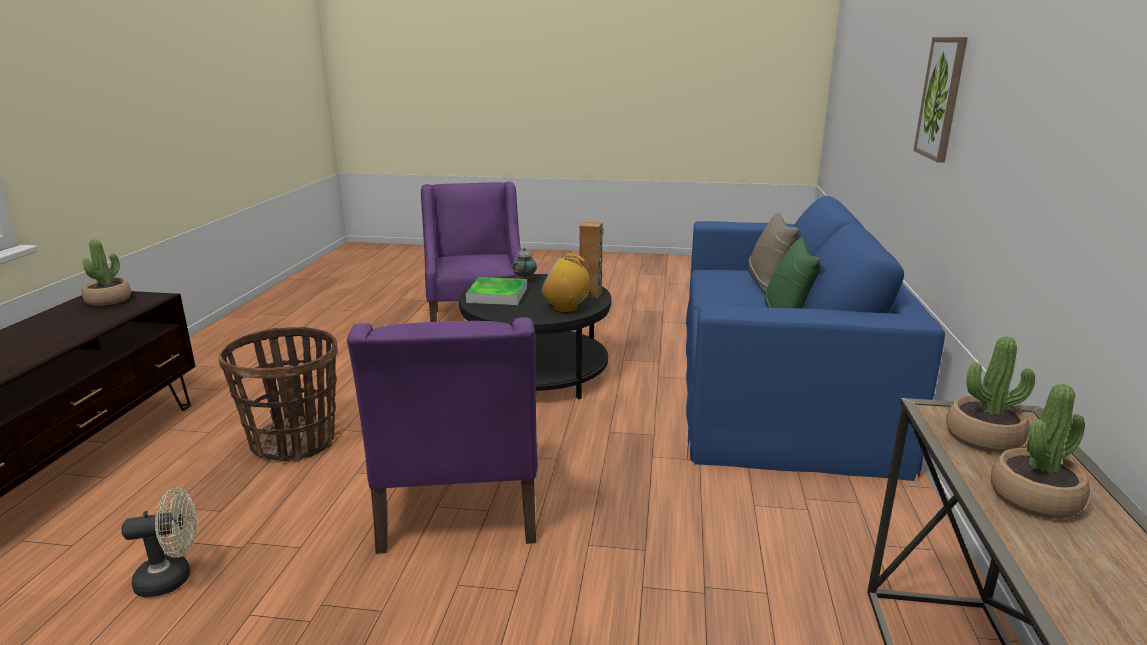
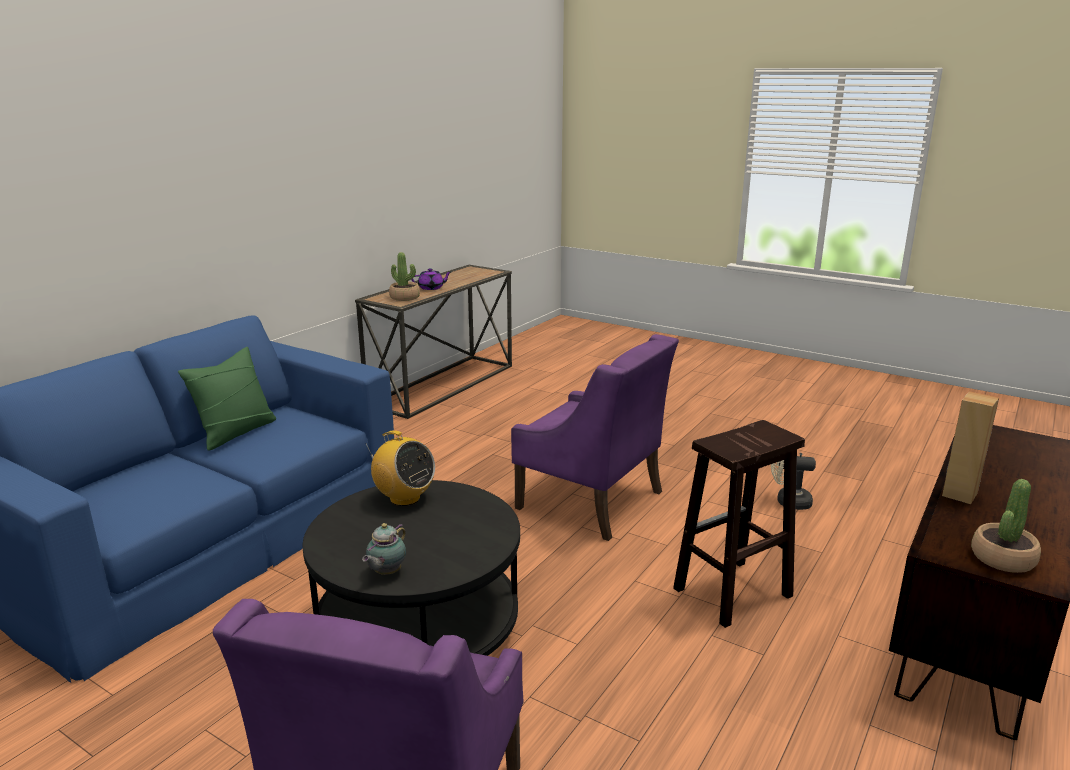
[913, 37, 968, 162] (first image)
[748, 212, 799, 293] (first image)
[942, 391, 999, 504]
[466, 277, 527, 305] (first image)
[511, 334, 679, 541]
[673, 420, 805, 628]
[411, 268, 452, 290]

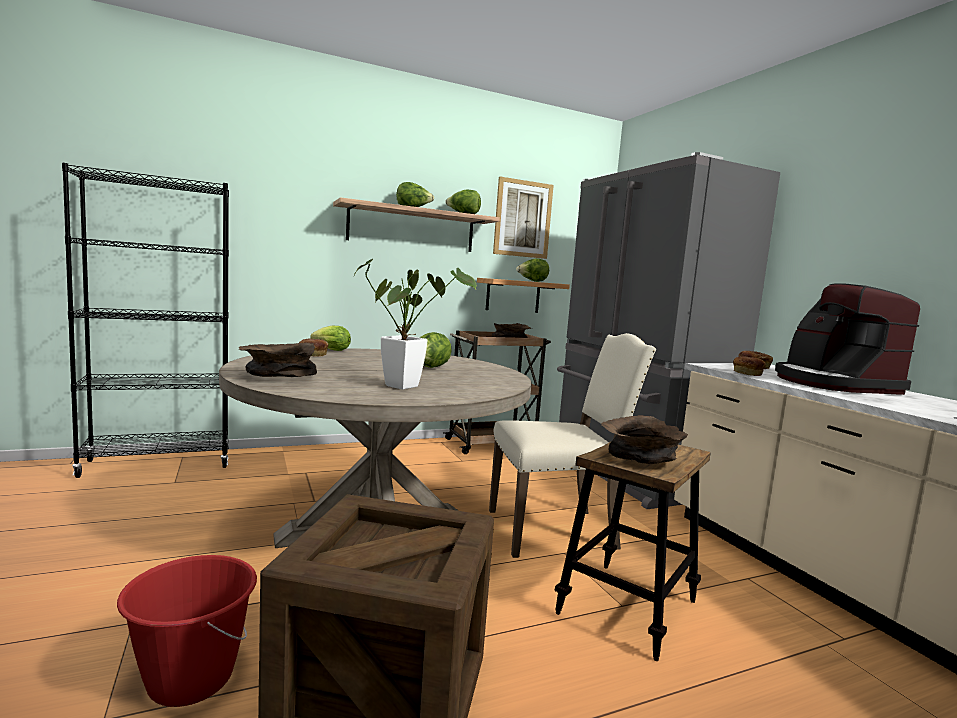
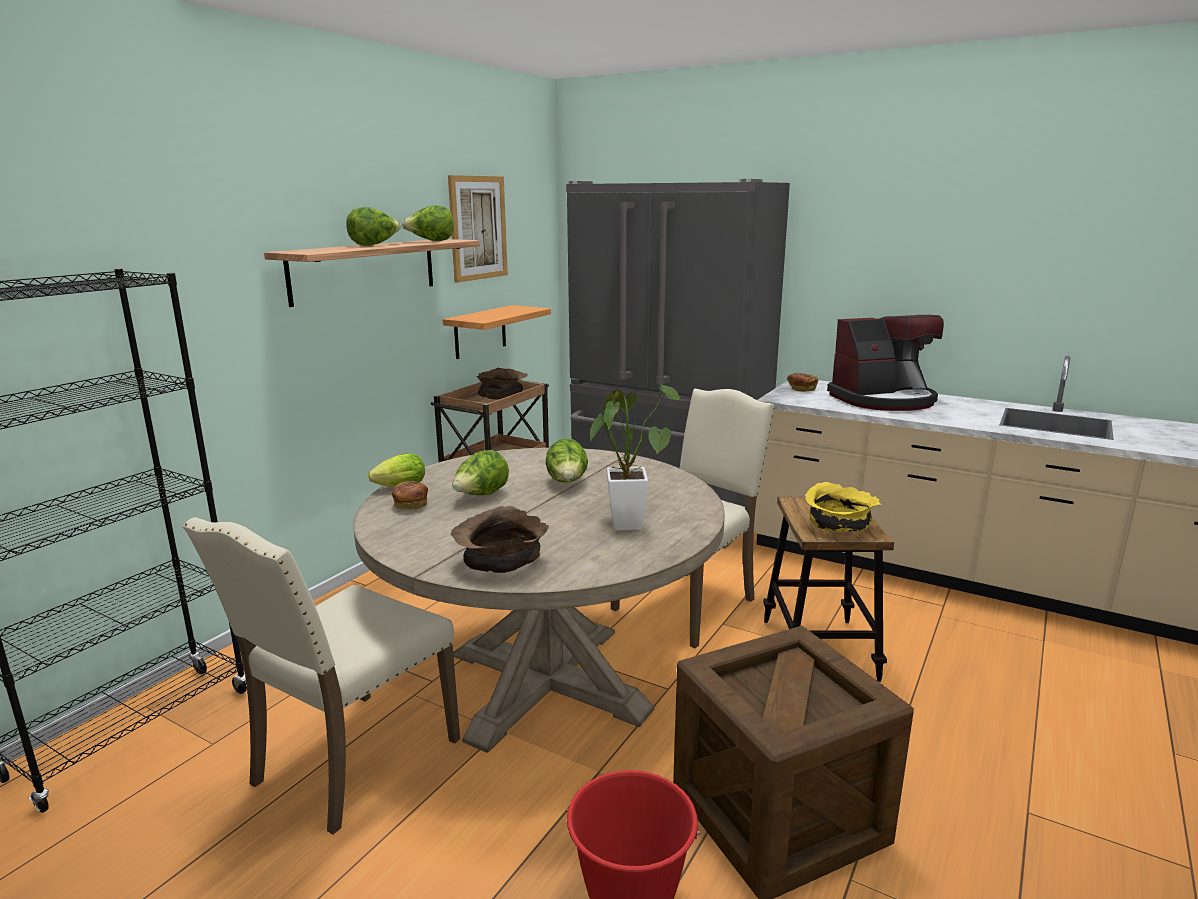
[452, 450, 509, 495]
[827, 315, 944, 411]
[733, 356, 766, 376] (first image)
[805, 482, 881, 532]
[183, 517, 460, 835]

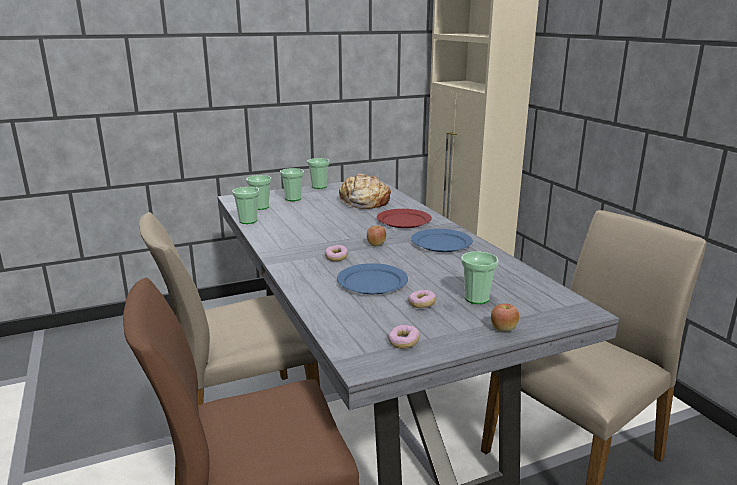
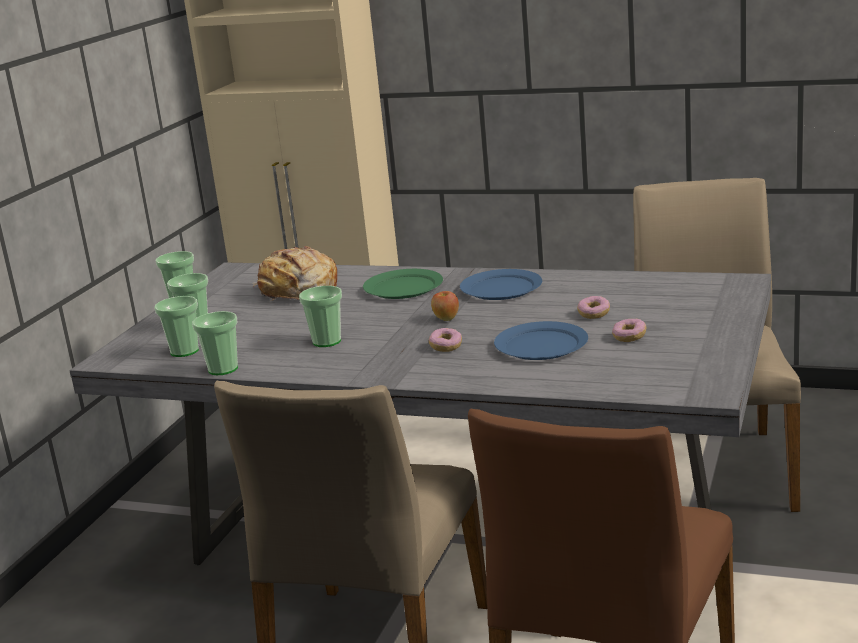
[363, 269, 443, 299]
[299, 286, 342, 347]
[491, 304, 519, 331] (first image)
[577, 296, 610, 319]

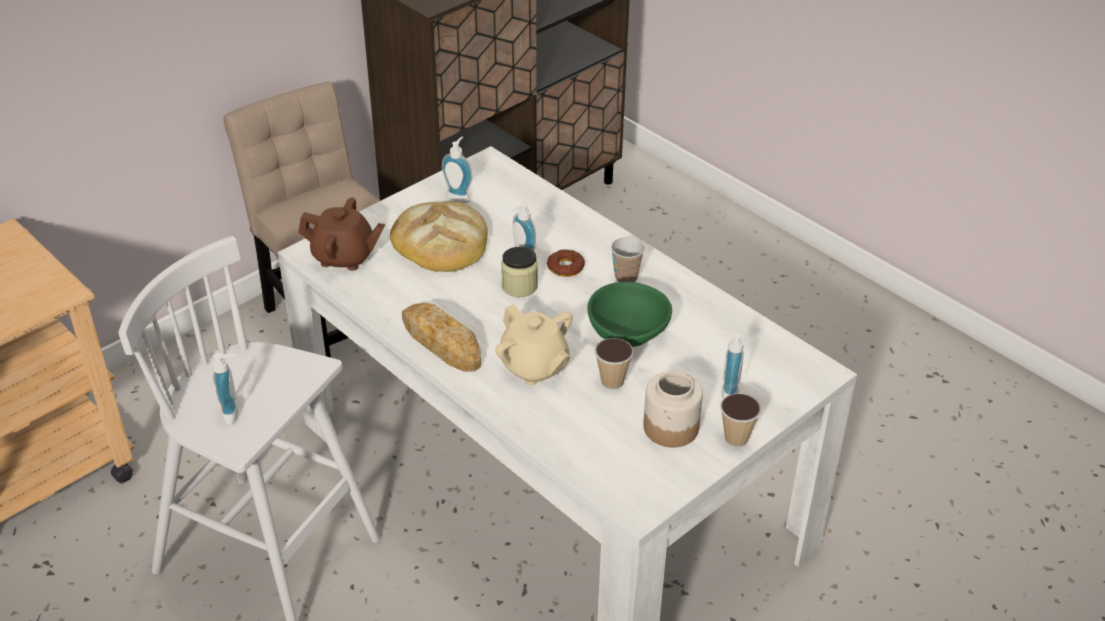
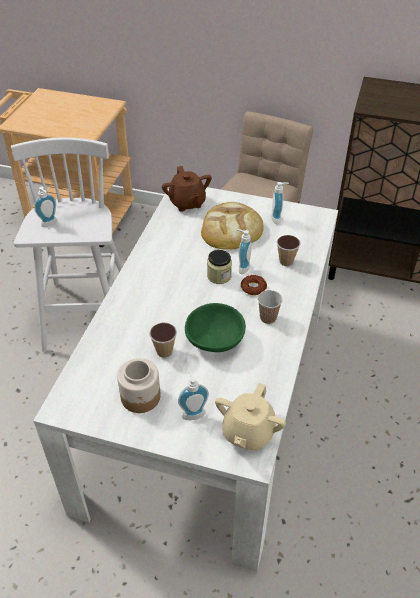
[402, 302, 481, 372] (first image)
[215, 383, 286, 450]
[277, 235, 301, 266]

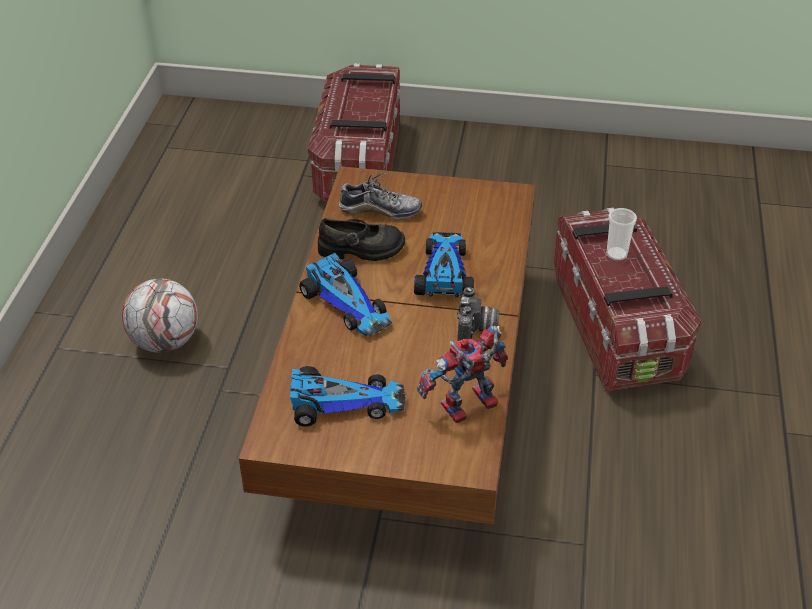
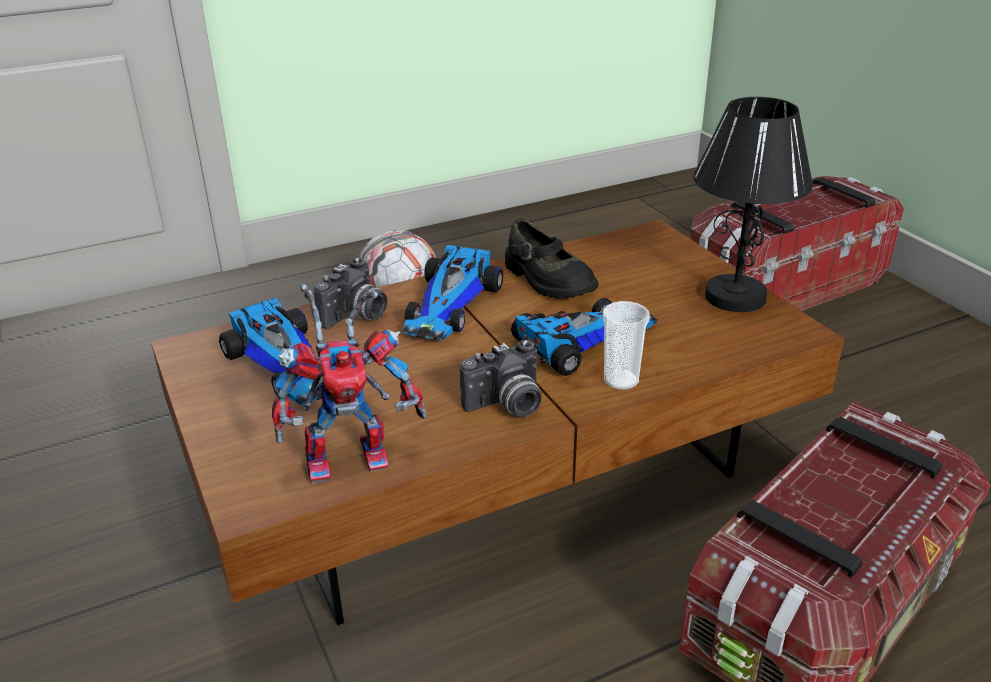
[339, 173, 422, 219] (first image)
[603, 301, 650, 390]
[272, 284, 427, 484]
[693, 97, 813, 312]
[314, 257, 388, 329]

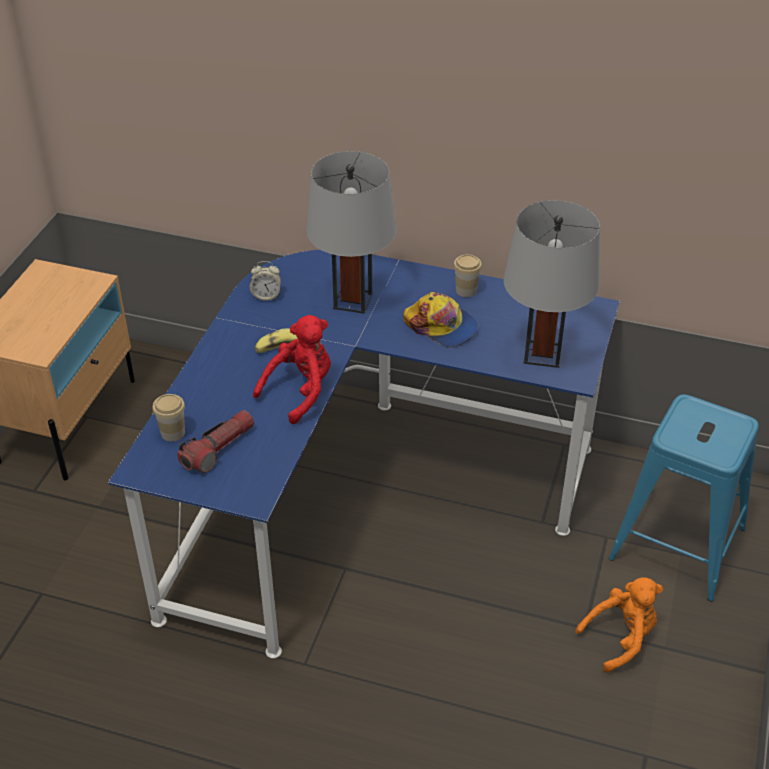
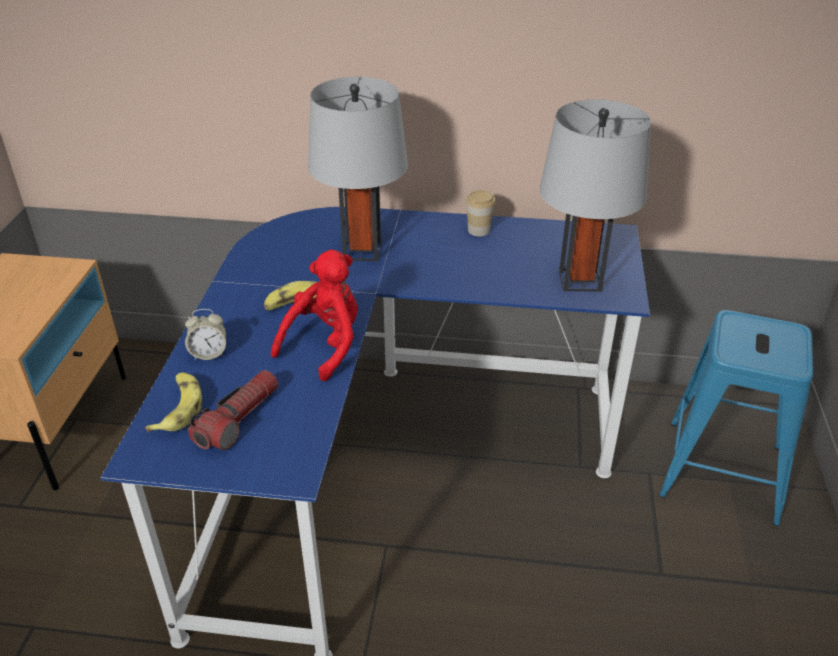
[185, 309, 226, 360]
[403, 292, 479, 348] (first image)
[145, 372, 203, 432]
[575, 577, 663, 673] (first image)

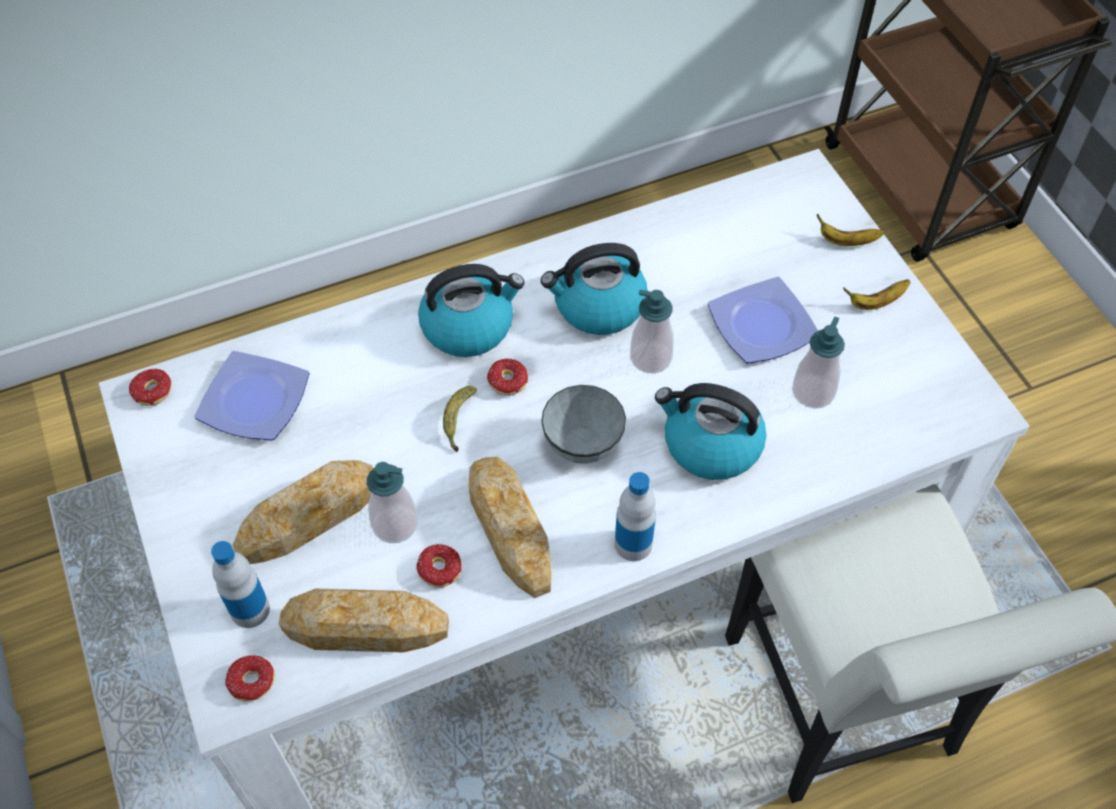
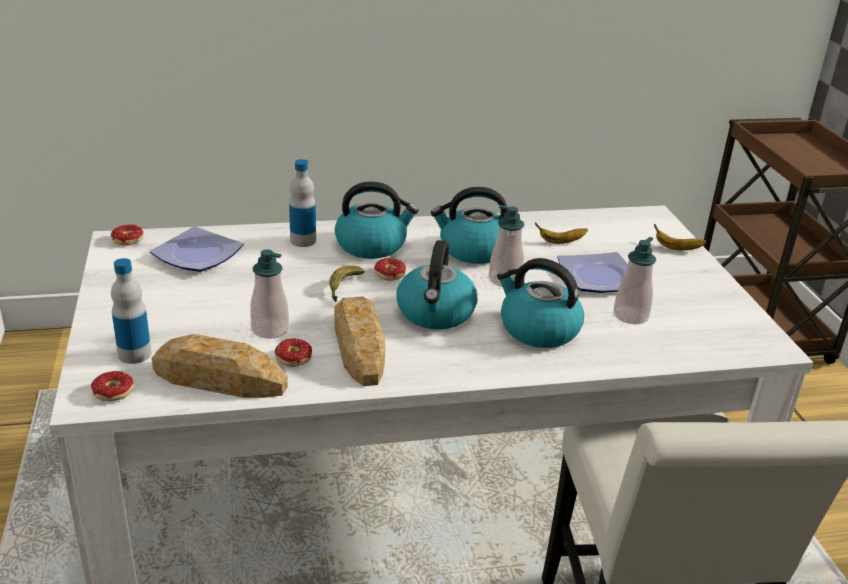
[535, 222, 588, 244]
[396, 240, 477, 329]
[232, 460, 374, 564] (first image)
[289, 159, 316, 247]

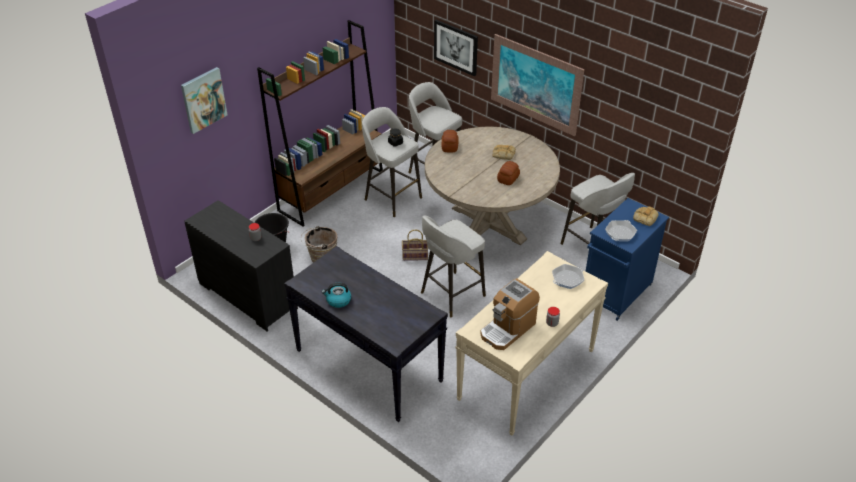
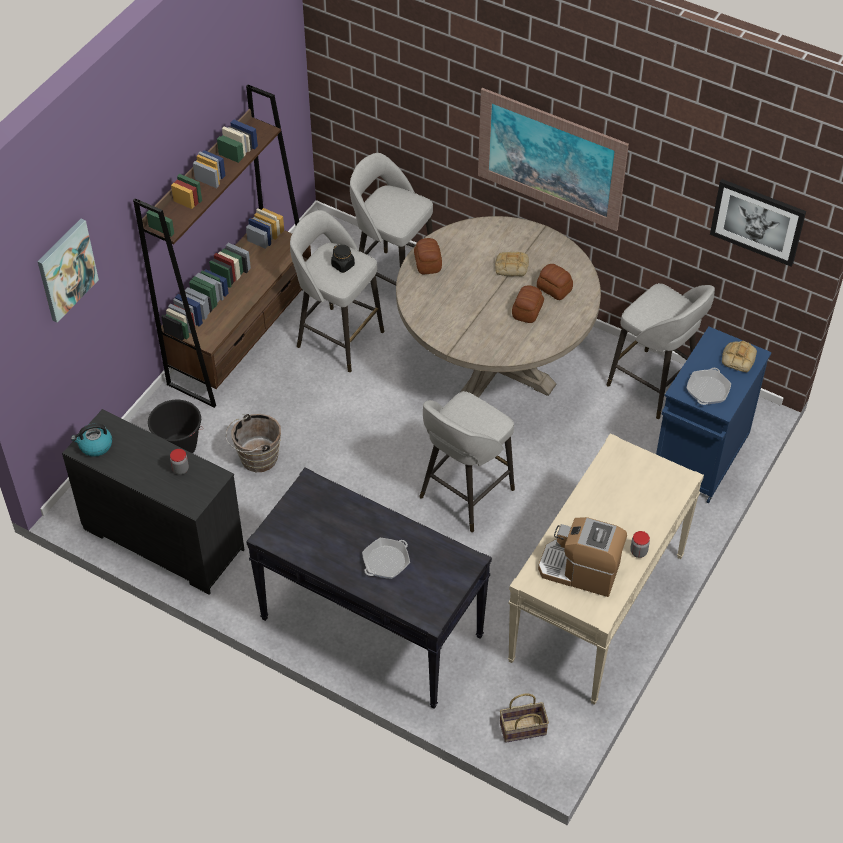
[710, 179, 806, 267]
[500, 694, 549, 743]
[362, 538, 410, 579]
[538, 517, 627, 597]
[71, 423, 112, 457]
[537, 264, 573, 300]

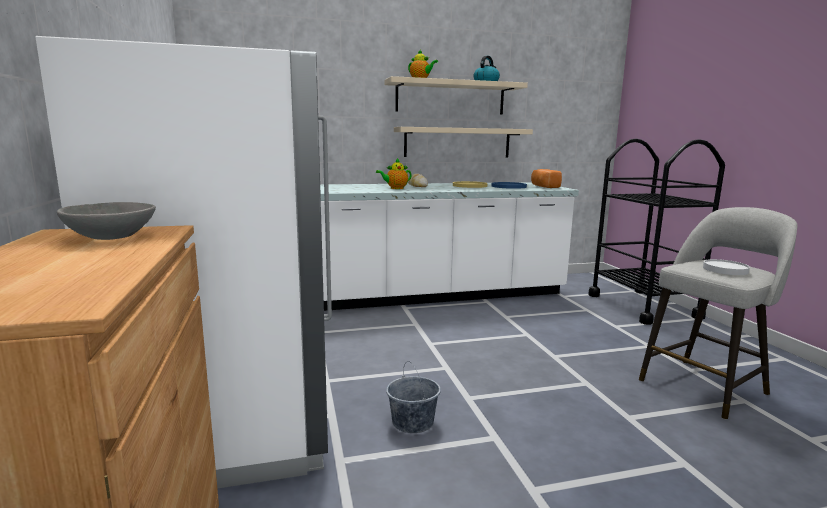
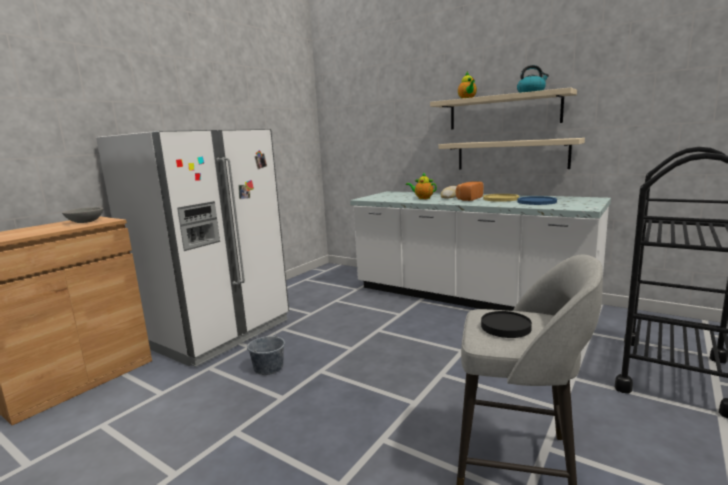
[456, 181, 483, 201]
[481, 311, 532, 338]

